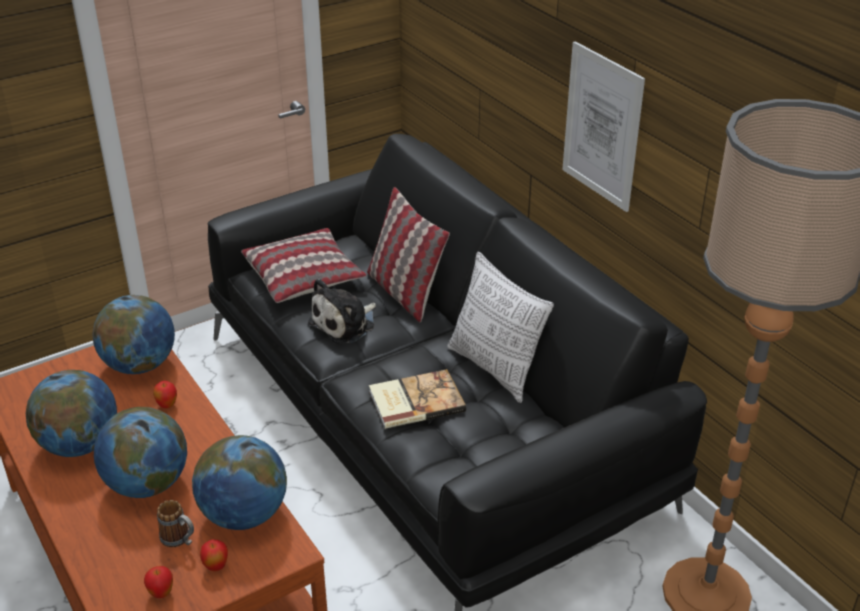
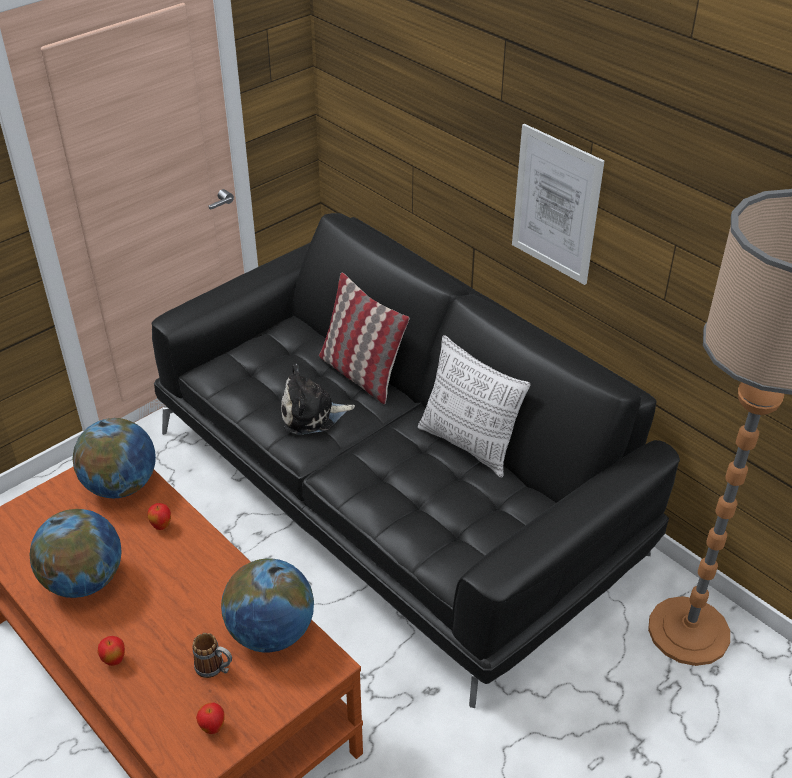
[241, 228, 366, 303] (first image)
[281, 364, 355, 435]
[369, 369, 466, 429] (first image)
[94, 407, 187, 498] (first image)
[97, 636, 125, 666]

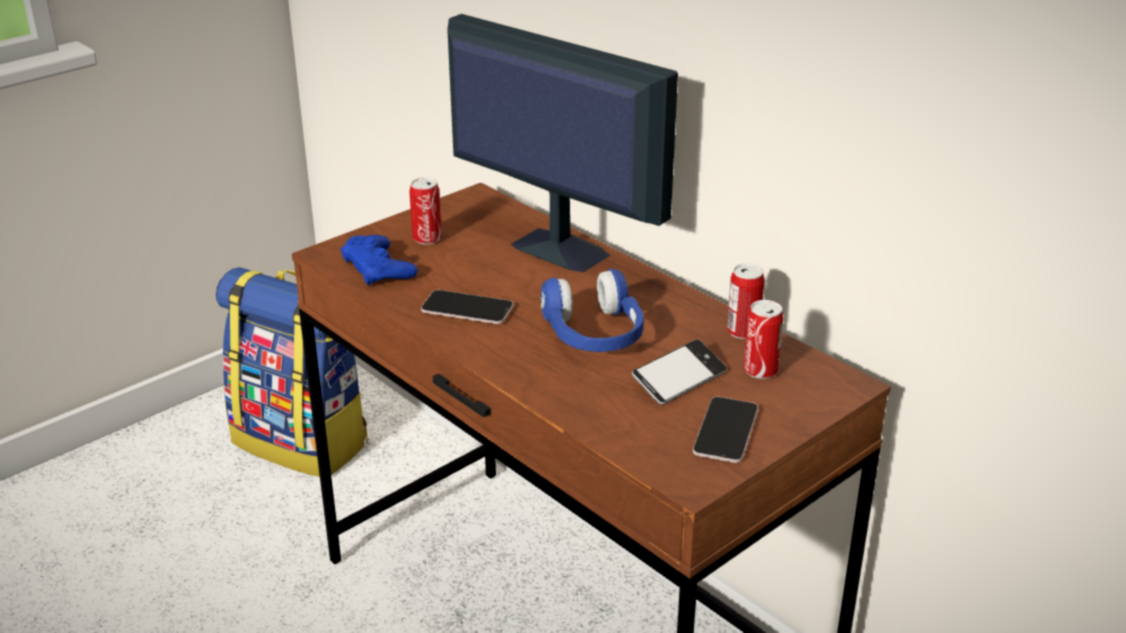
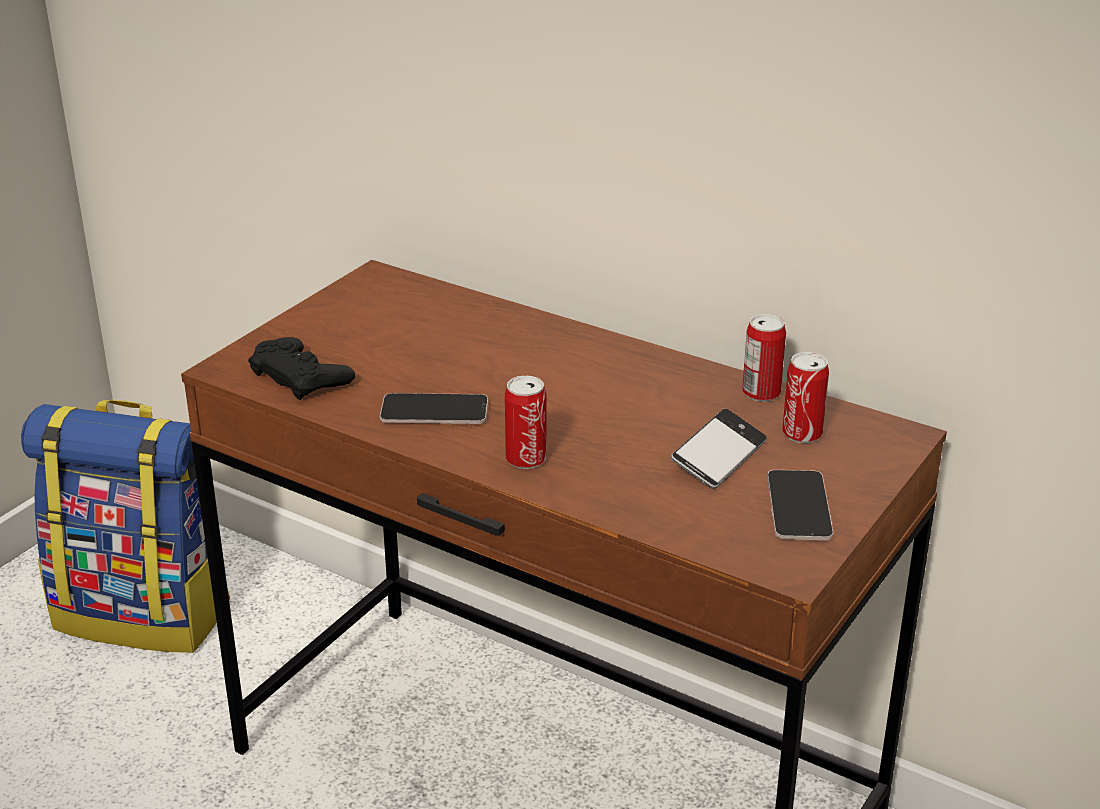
[447, 14, 678, 272] (first image)
[505, 376, 547, 469]
[248, 337, 355, 400]
[541, 268, 644, 352] (first image)

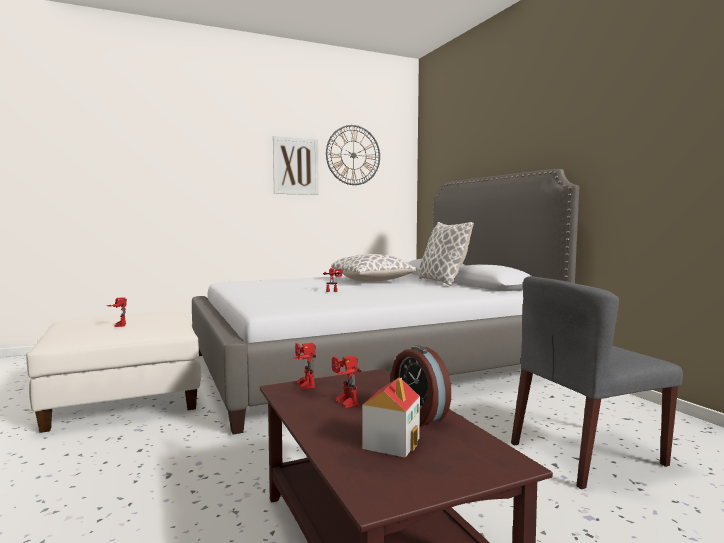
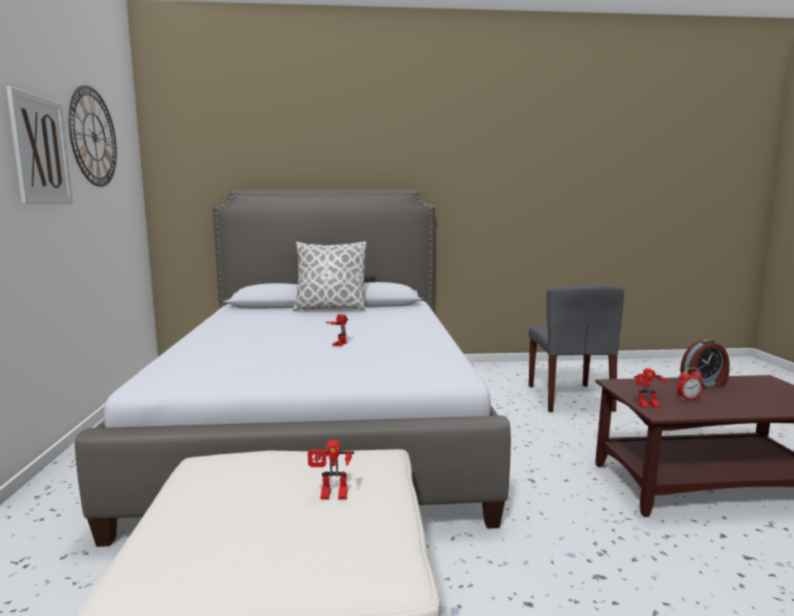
[331, 254, 416, 282] (first image)
[677, 367, 703, 400]
[362, 377, 420, 458] (first image)

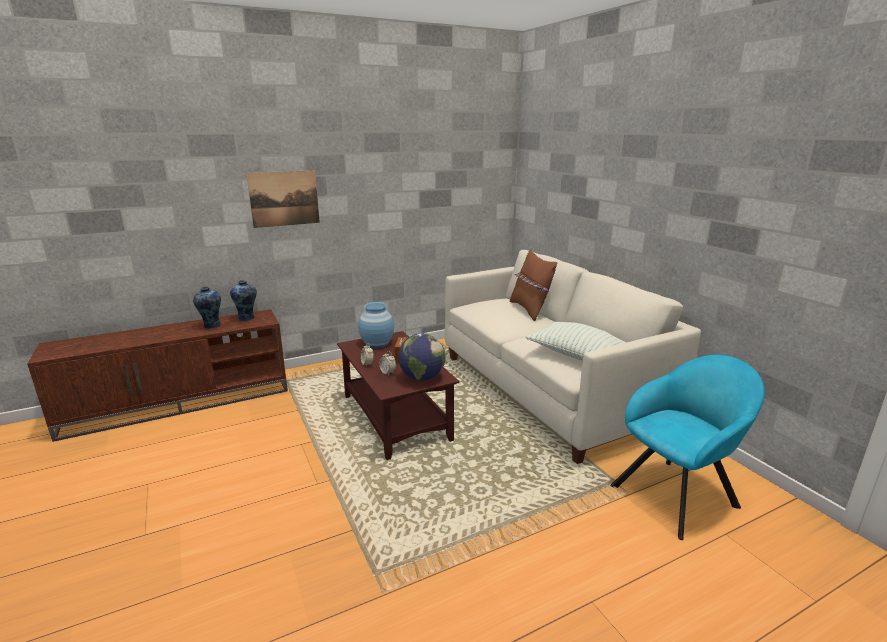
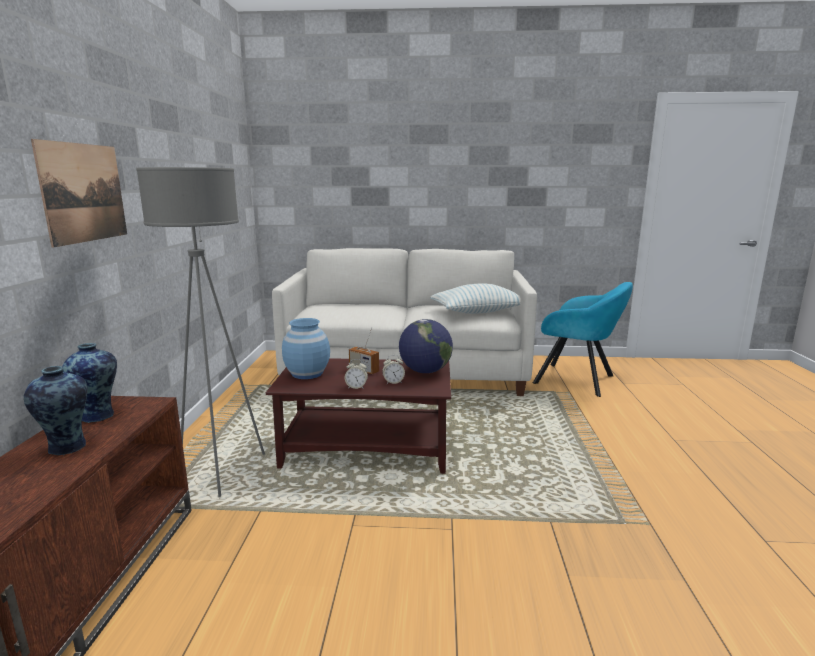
[510, 249, 557, 321] (first image)
[533, 282, 633, 397]
[136, 167, 265, 497]

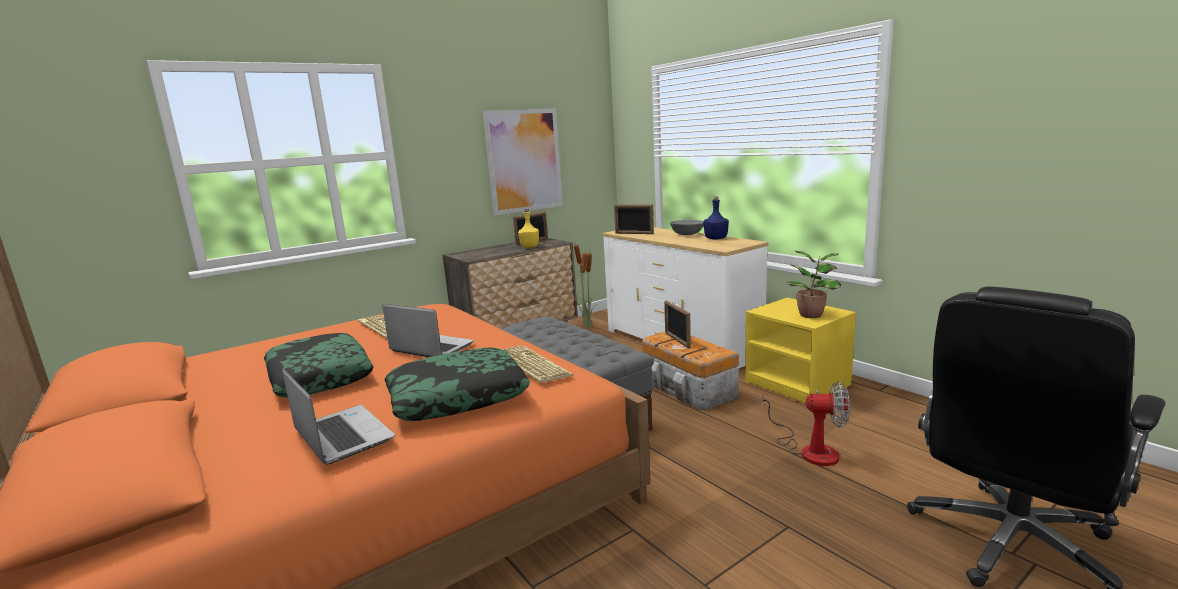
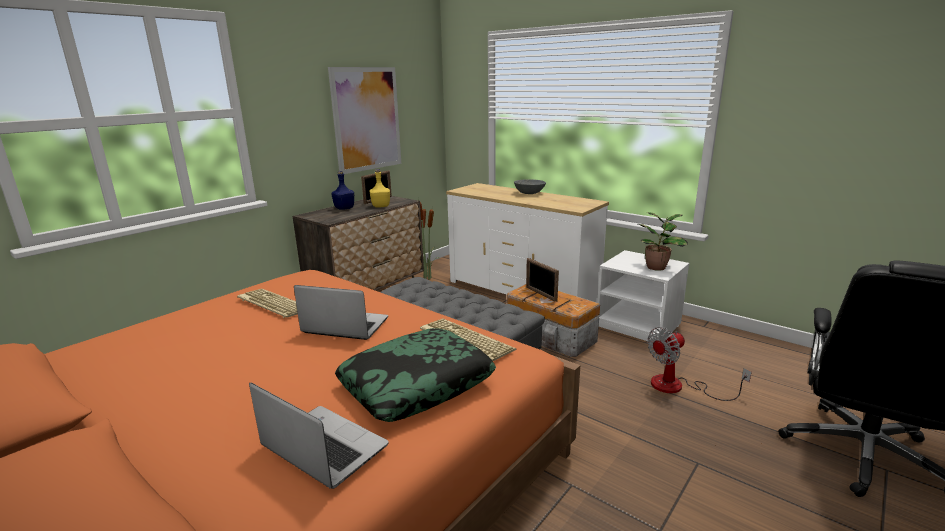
[331, 171, 354, 210]
[614, 204, 654, 234] (first image)
[597, 250, 689, 341]
[264, 333, 374, 397] (first image)
[647, 327, 752, 401]

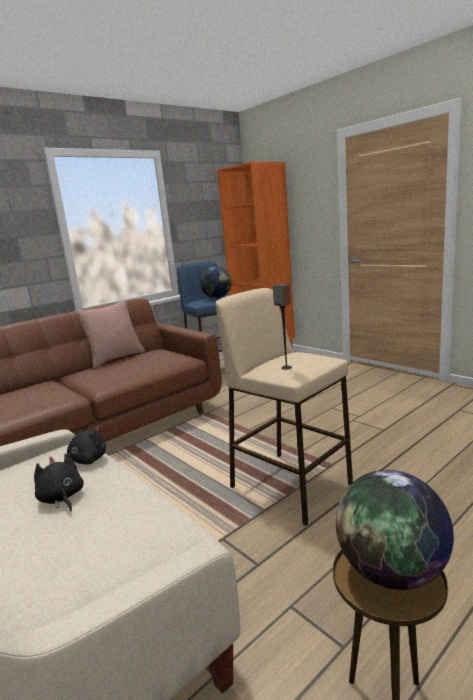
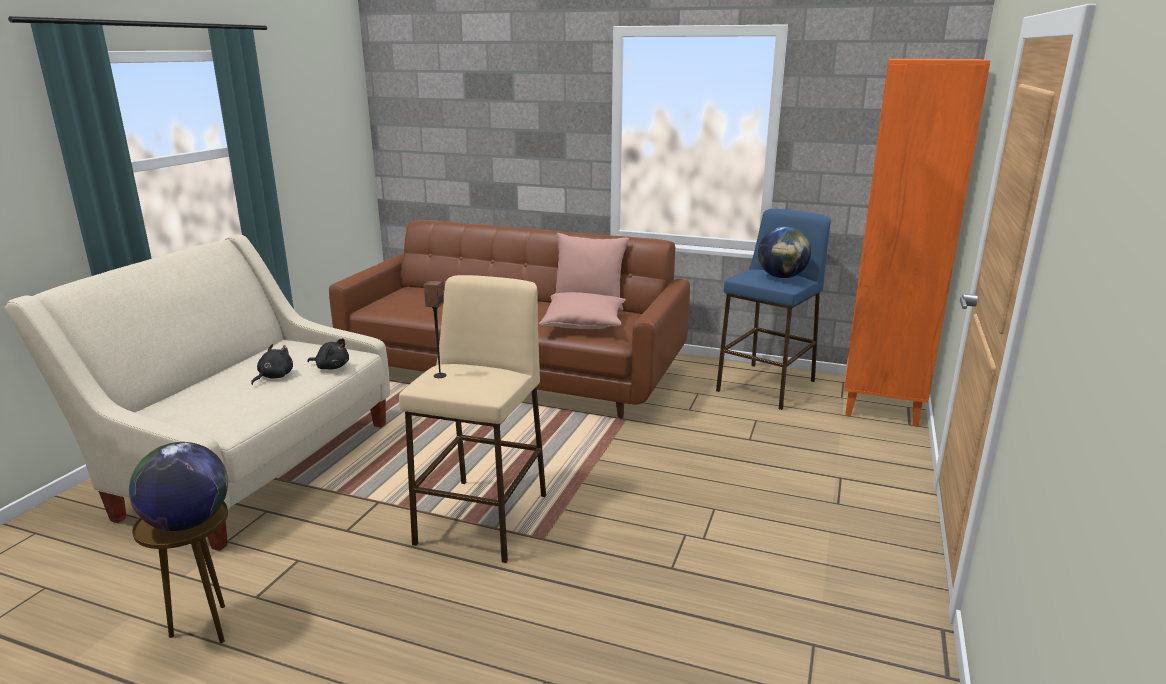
[539, 292, 626, 329]

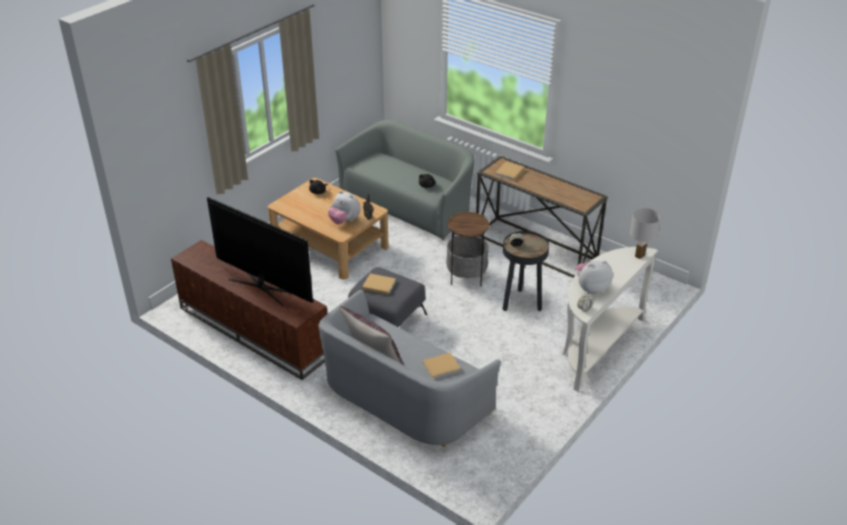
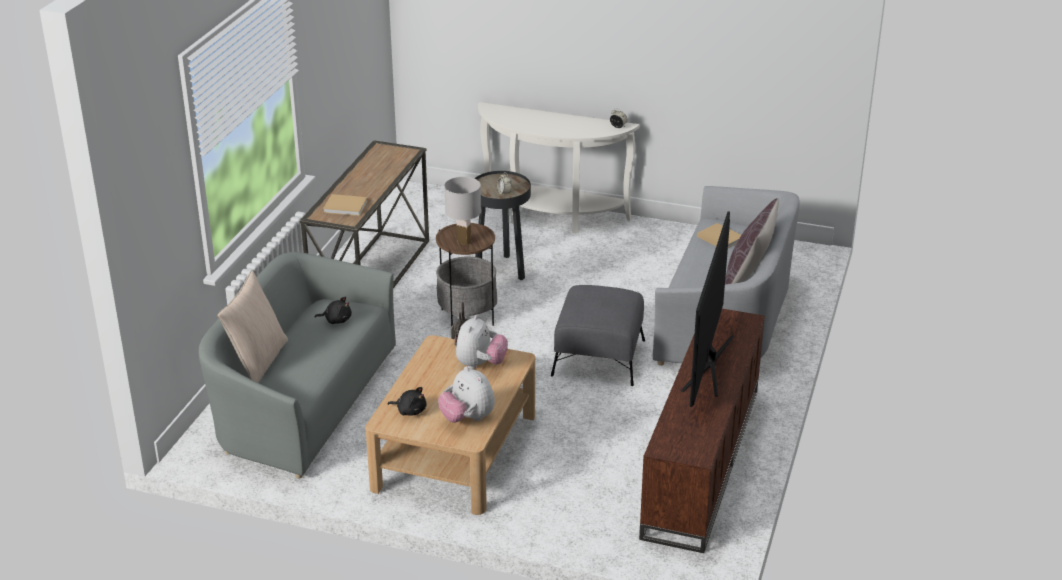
[444, 177, 481, 245]
[438, 367, 495, 423]
[362, 273, 396, 295] (first image)
[217, 271, 288, 383]

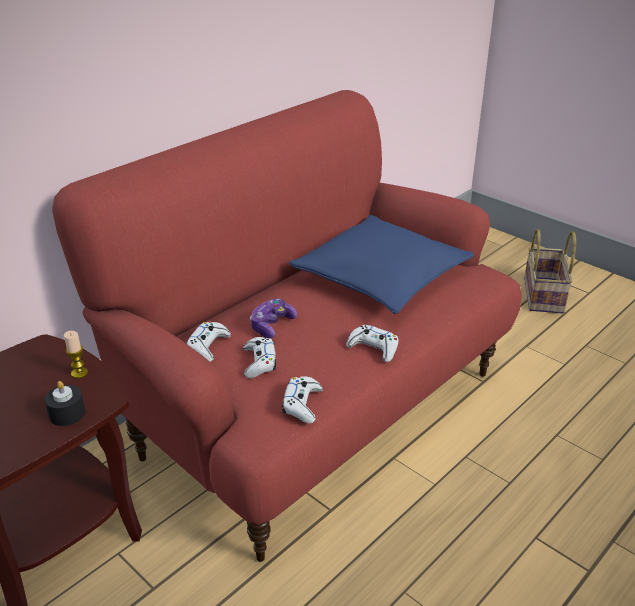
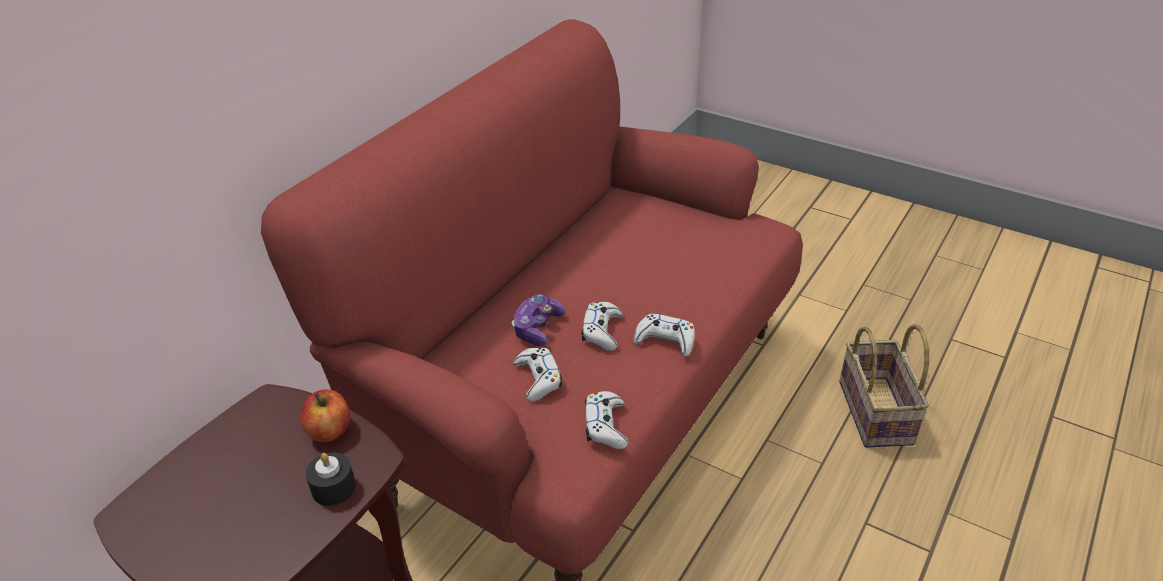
[289, 215, 474, 314] (first image)
[839, 324, 929, 448]
[581, 301, 623, 351]
[300, 389, 350, 442]

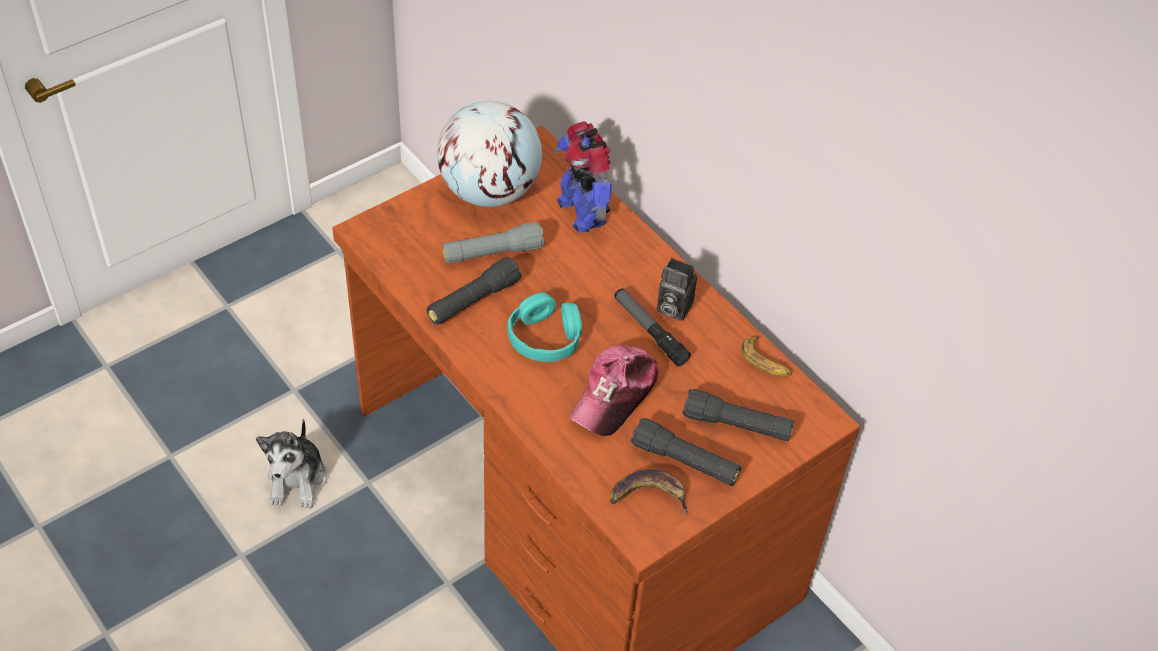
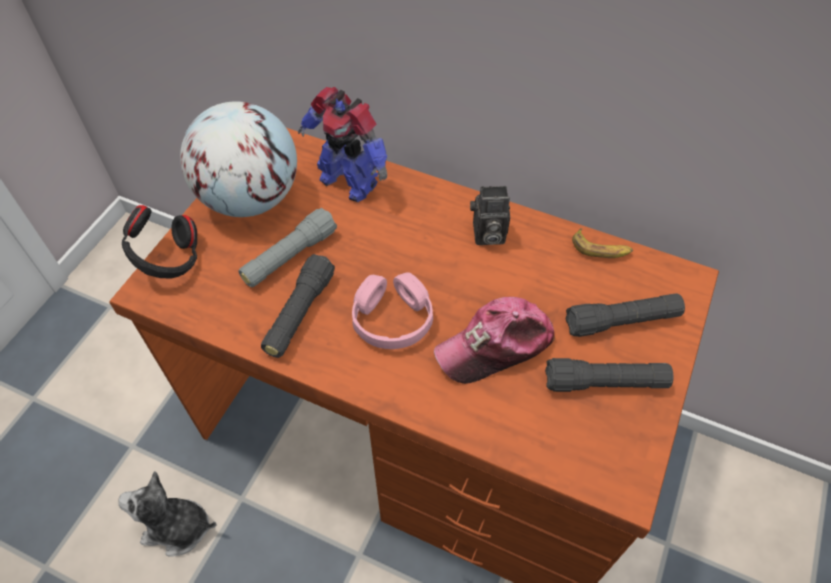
[614, 288, 691, 366] (first image)
[352, 272, 433, 349]
[434, 297, 555, 384]
[119, 471, 217, 557]
[610, 470, 688, 514] (first image)
[122, 205, 197, 279]

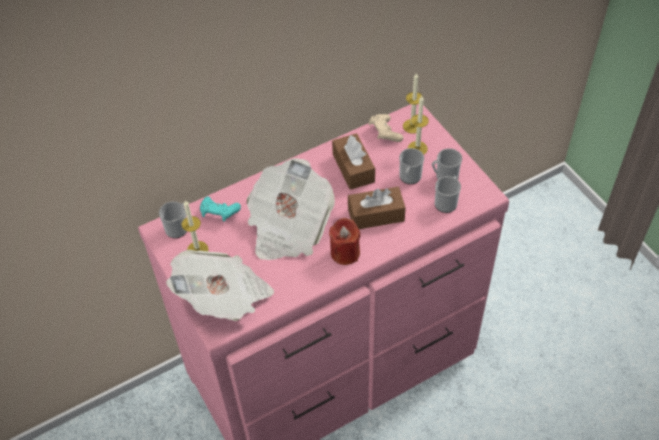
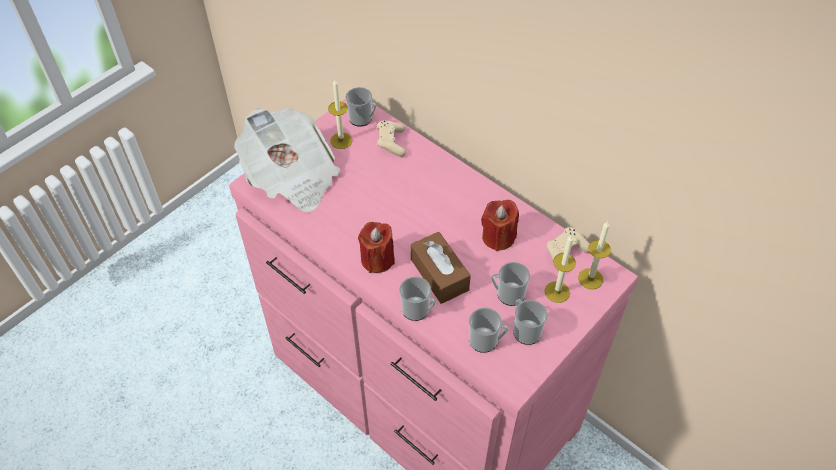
[481, 200, 519, 251]
[247, 158, 335, 260] (first image)
[376, 121, 406, 157]
[399, 277, 436, 321]

